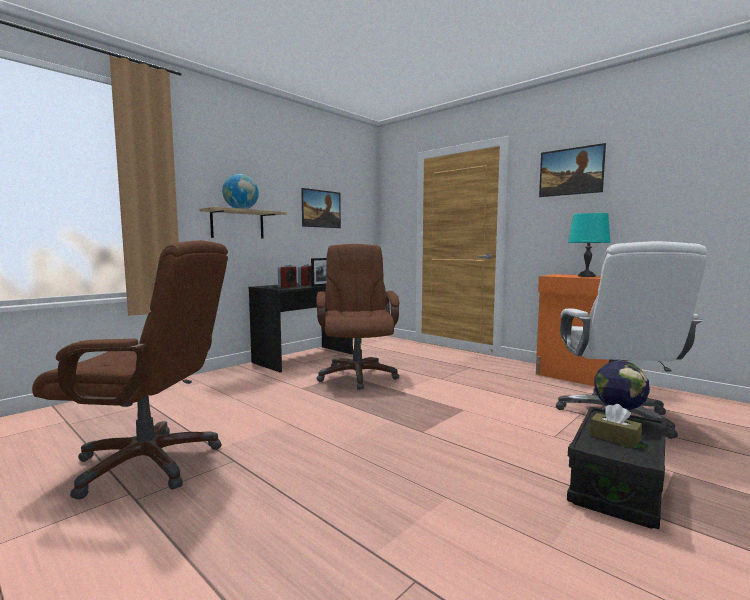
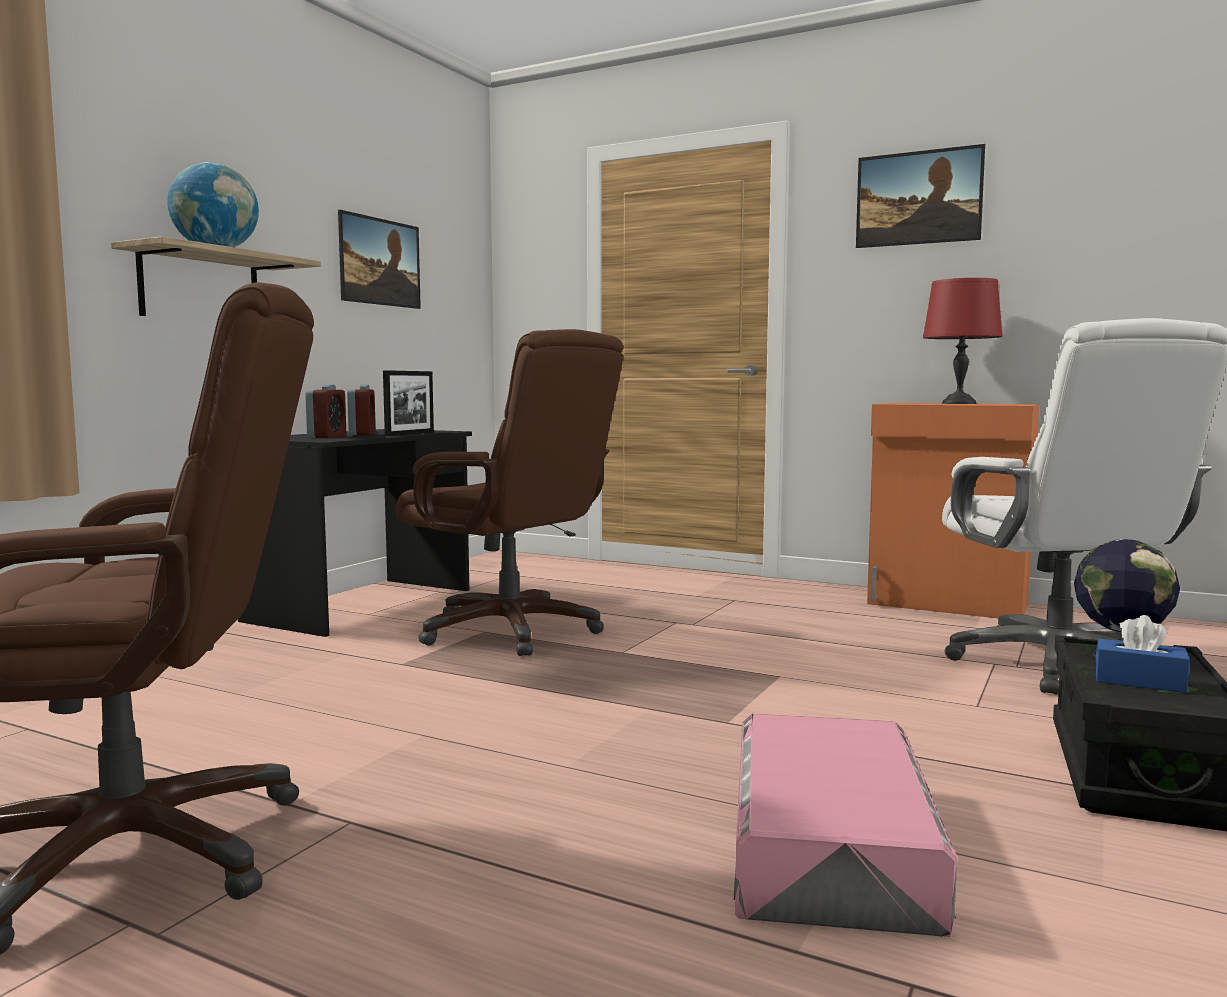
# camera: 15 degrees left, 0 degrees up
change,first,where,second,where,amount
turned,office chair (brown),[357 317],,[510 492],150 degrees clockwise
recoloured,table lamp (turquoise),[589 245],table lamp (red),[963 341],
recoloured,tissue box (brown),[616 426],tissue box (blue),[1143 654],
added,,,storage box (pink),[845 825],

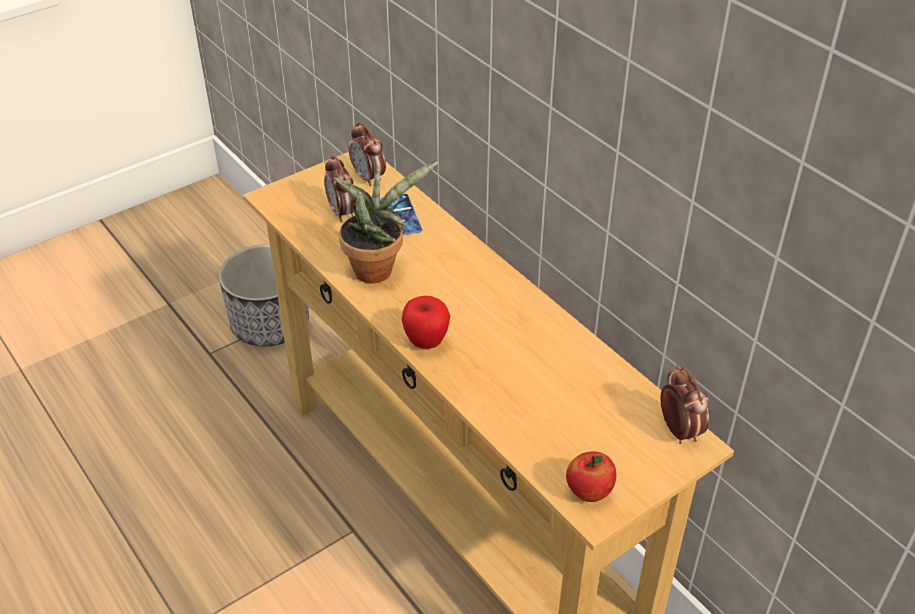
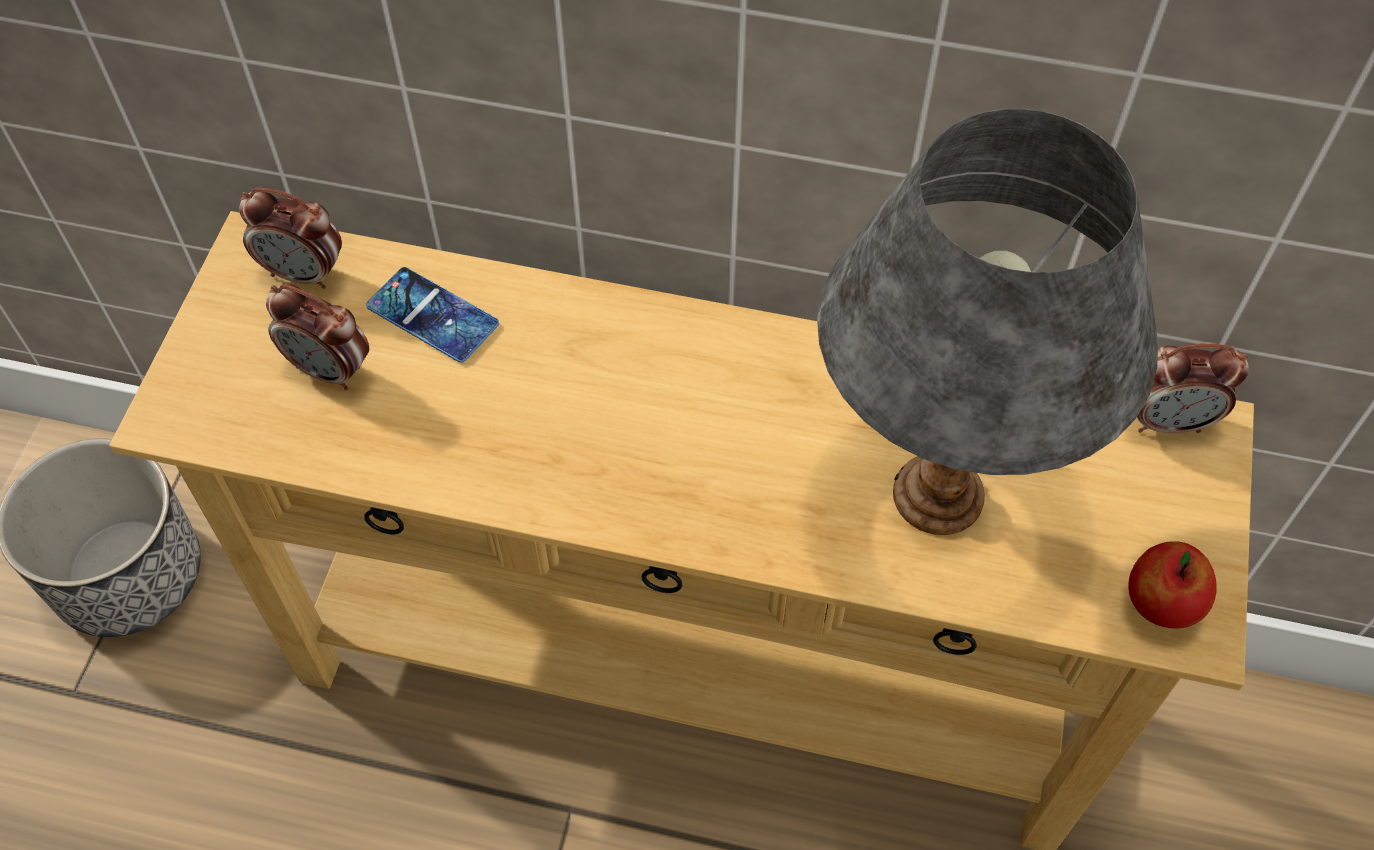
# camera: 40 degrees left, 15 degrees up
change,first,where,second,where,amount
removed,potted plant,[385 223],,,
removed,apple,[425 322],,,
turned,alarm clock,[685 404],,[1193 388],150 degrees clockwise
added,,,table lamp (grey),[987 321],

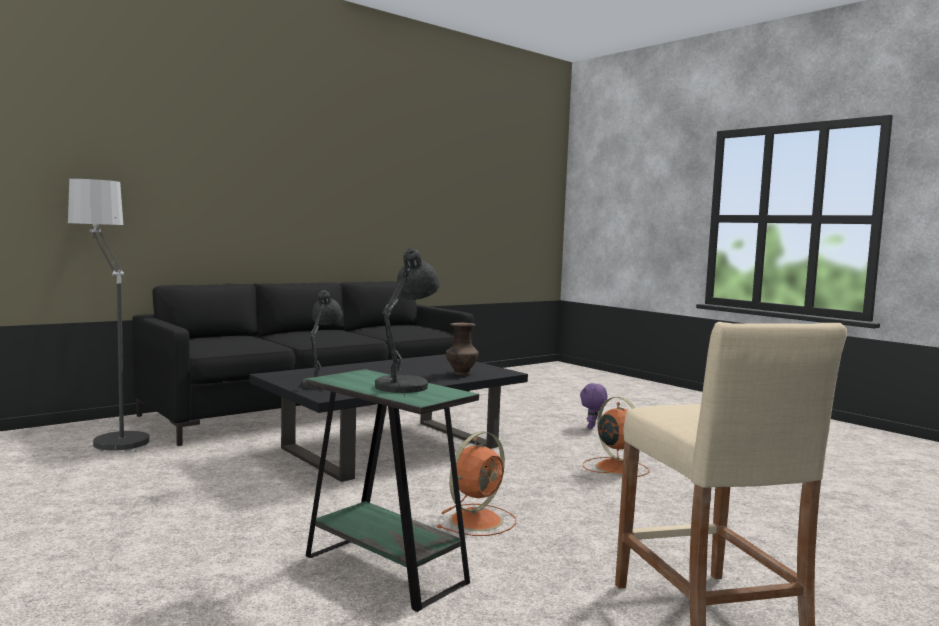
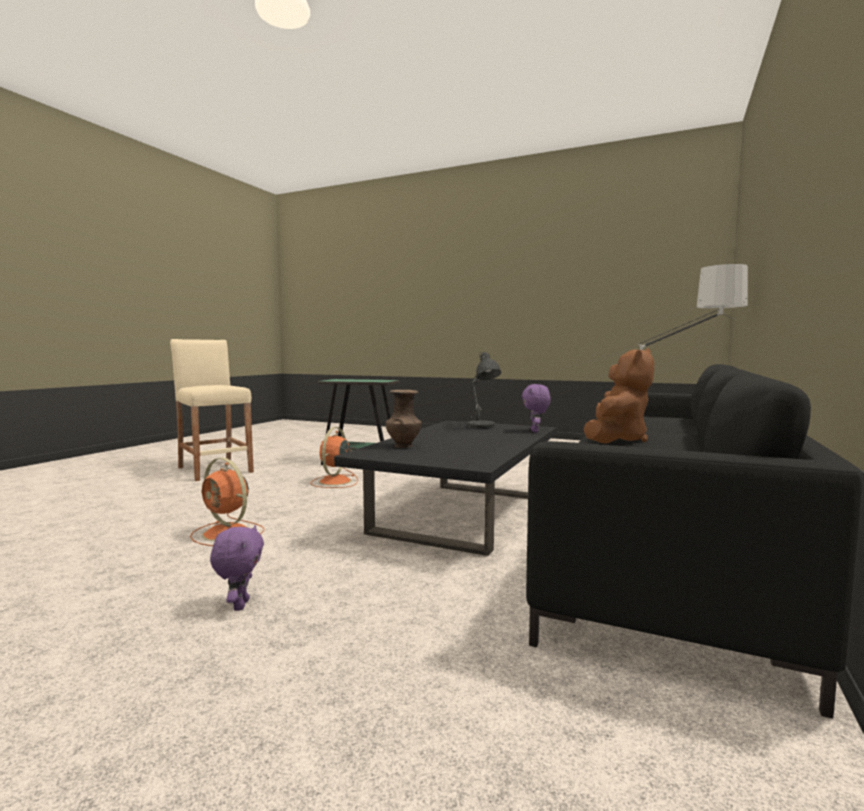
# camera: 155 degrees right, 0 degrees up
change,first,where,second,where,amount
removed,table lamp (grey),[407 323],,,
added,,,plush toy (purple),[536 408],
added,,,plush toy (brown),[618 395],

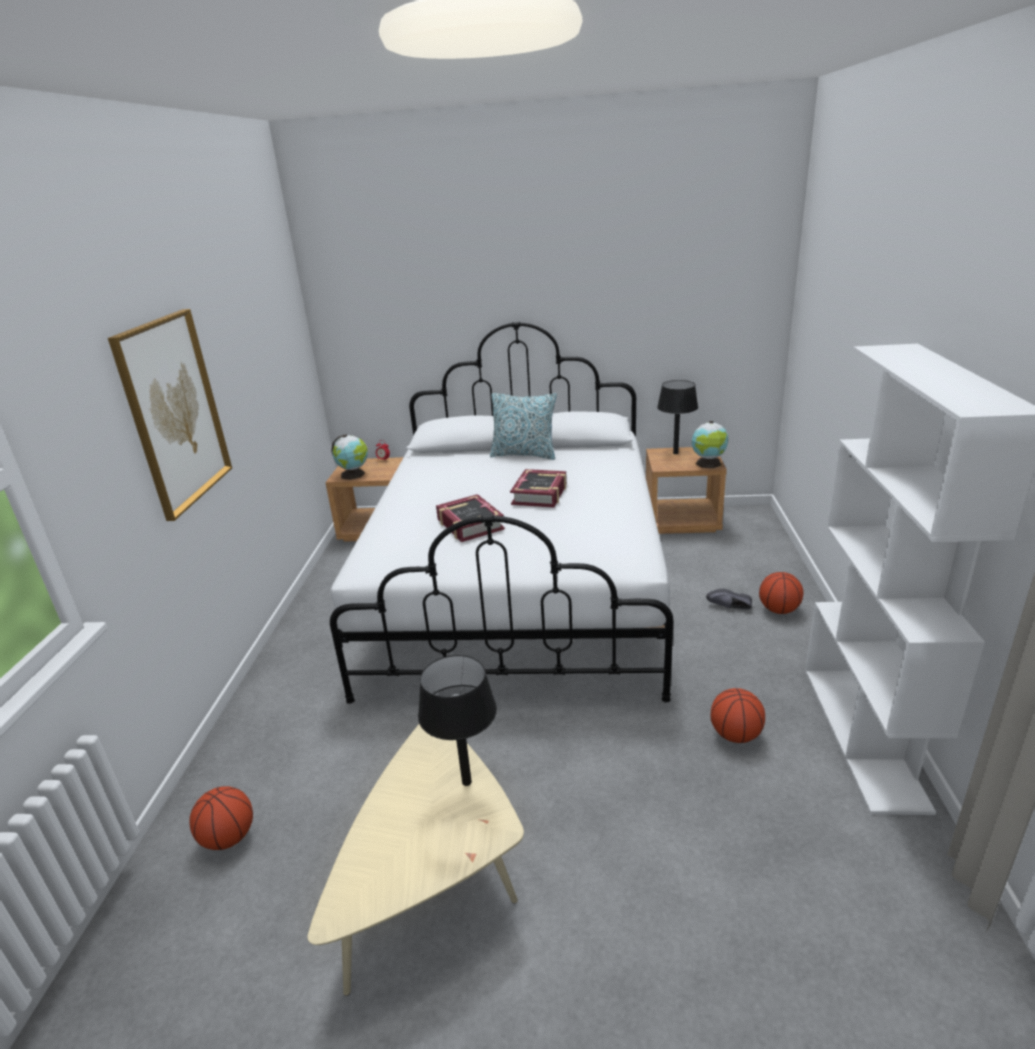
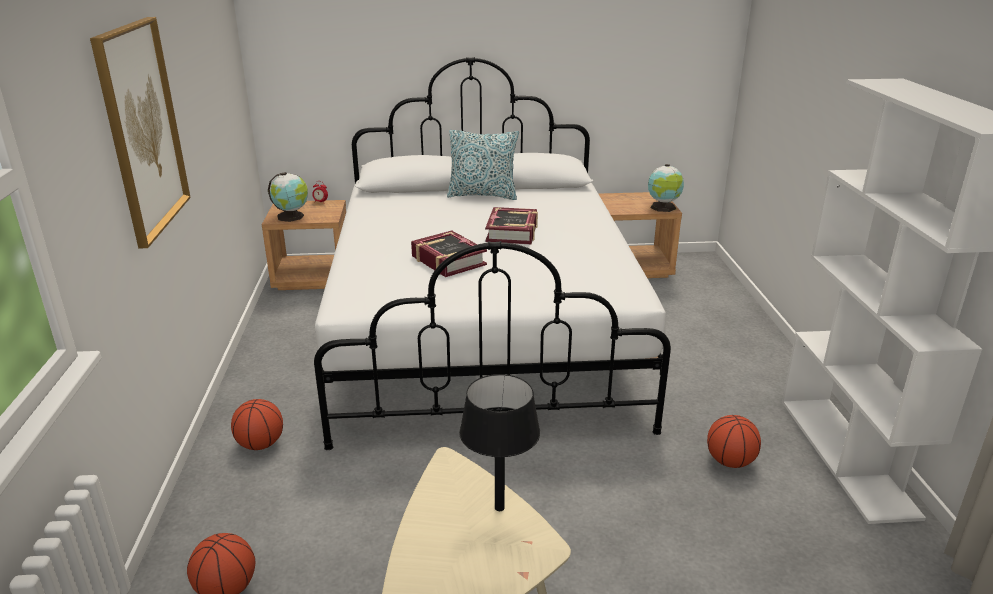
# camera: 10 degrees left, 0 degrees up
change,first,where,second,where,amount
removed,table lamp (black),[677 417],,,
removed,shoe (black),[729 598],,,
moved,basketball,[781 593],,[257 424],

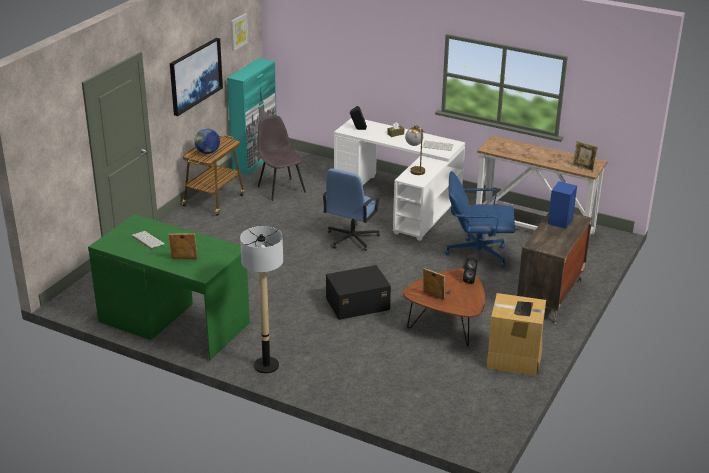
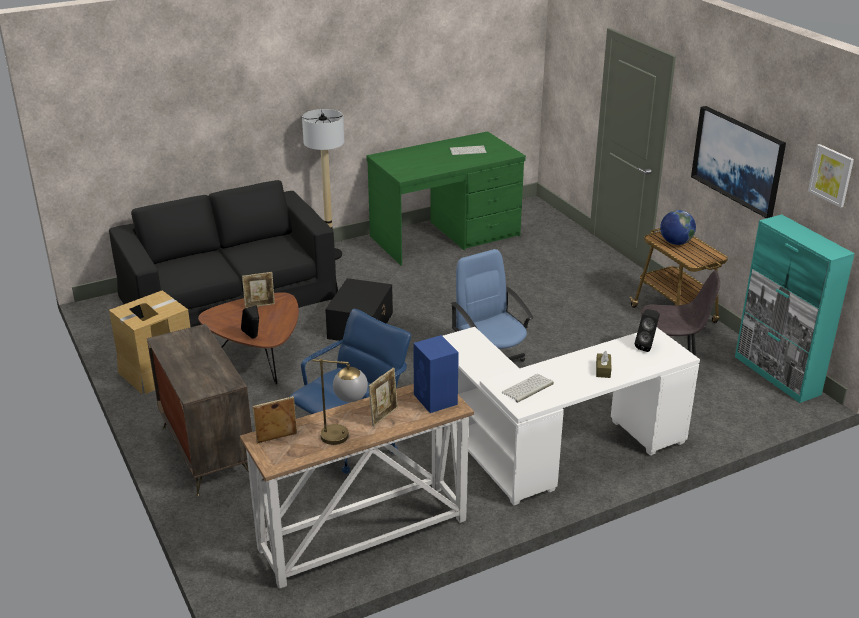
# camera: 125 degrees right, 0 degrees up
change,first,where,second,where,amount
moved,picture frame,[183 246],,[383 397],
moved,table lamp,[415 149],,[340 402],
moved,speaker (blue),[562 205],,[436 374],
added,,,sofa (black),[223 253],

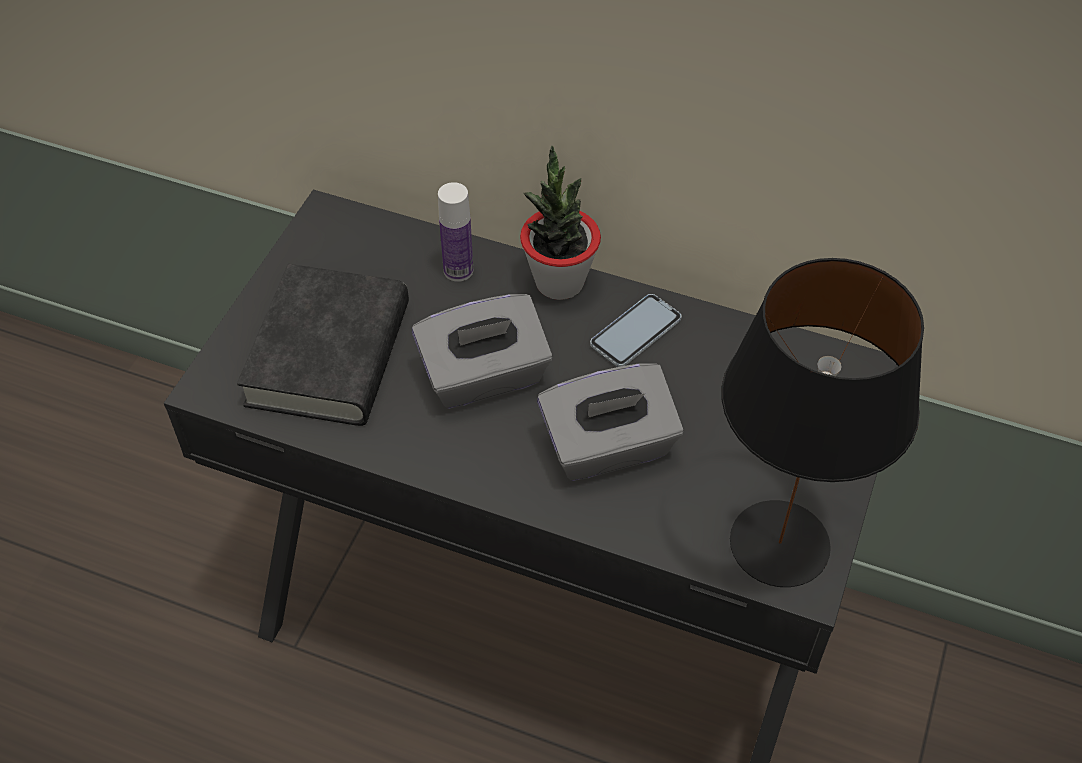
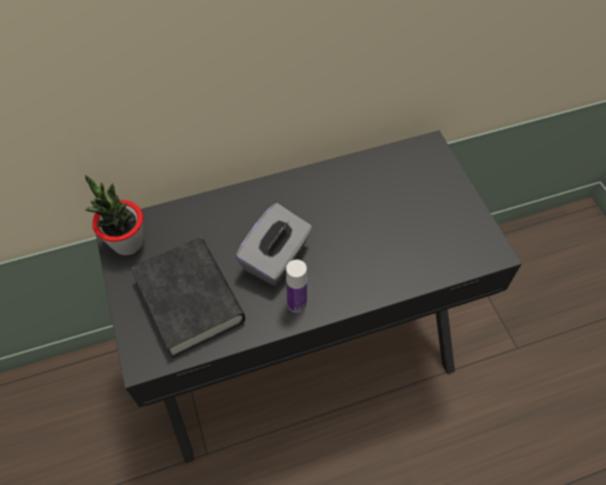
# camera: 40 degrees left, 5 degrees up
change,first,where,second,where,amount
moved,bottle,[455 232],,[296 286],
moved,potted plant,[560 223],,[114 215],
removed,tissue box (grey),[610 422],,,
removed,phone,[636 330],,,
removed,table lamp (black),[822 422],,,

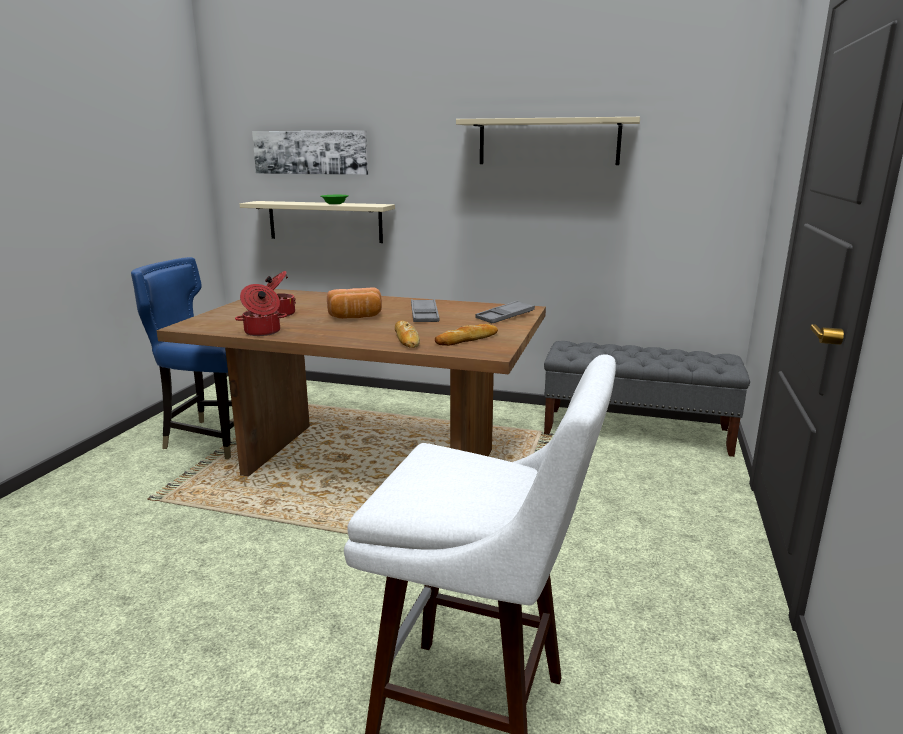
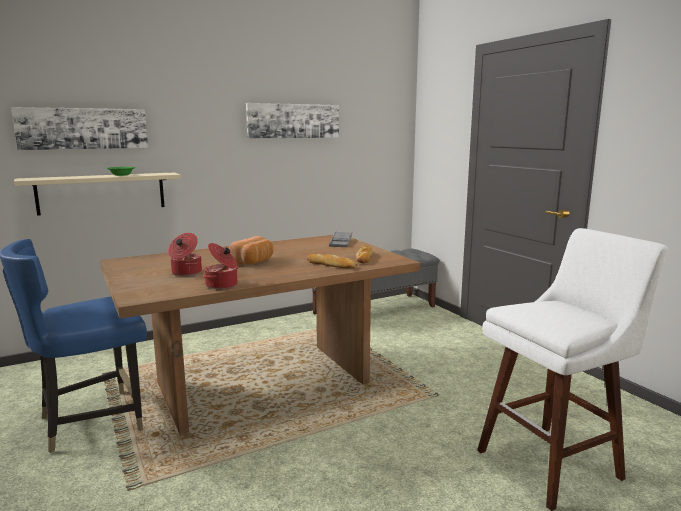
# camera: 45 degrees left, 5 degrees down
change,first,where,second,where,amount
removed,tray (grey),[425 310],,,
replaced,shelf (beige),[548 141],picture,[292 120],

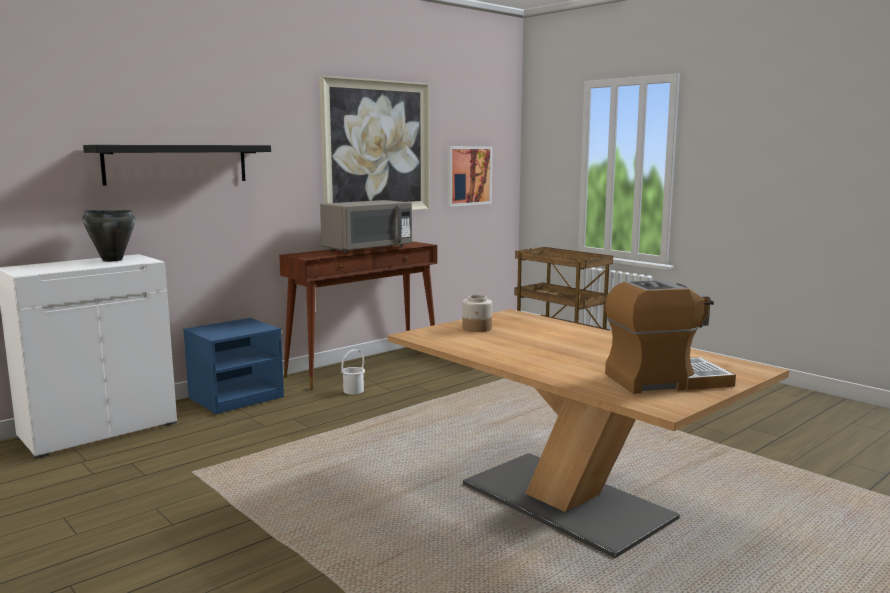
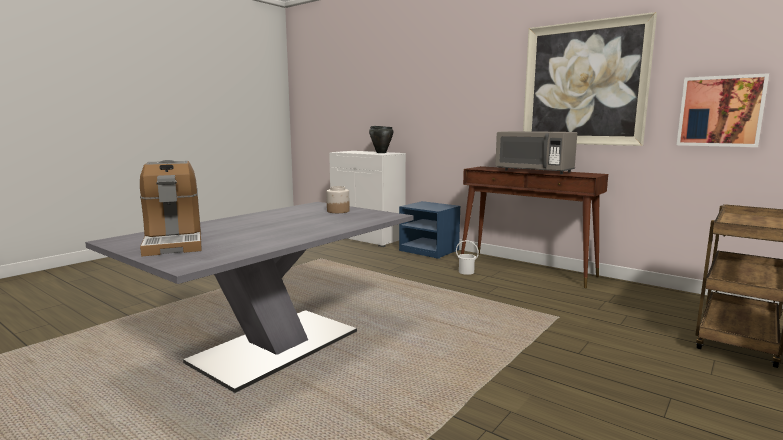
# camera: 80 degrees right, 0 degrees up
change,first,where,second,where,amount
removed,shelf (black),[177 165],,,
recoloured,dining table (brown),[588 433],dining table (grey),[249 297],

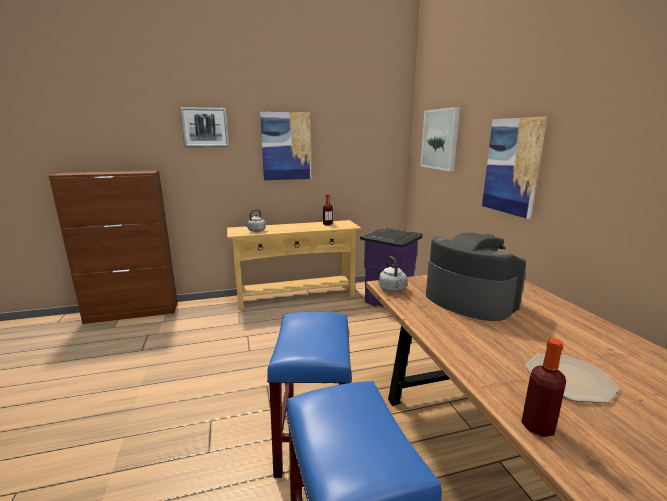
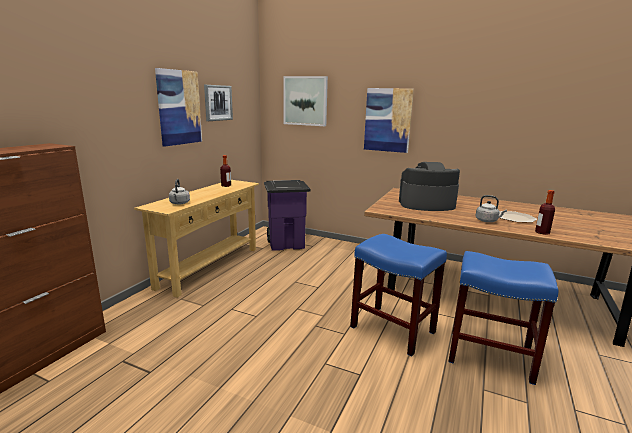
# camera: 50 degrees left, 0 degrees up
change,first,where,second,where,amount
moved,picture,[204 127],,[218 103],
moved,kettle (grey),[393 274],,[491 208],

